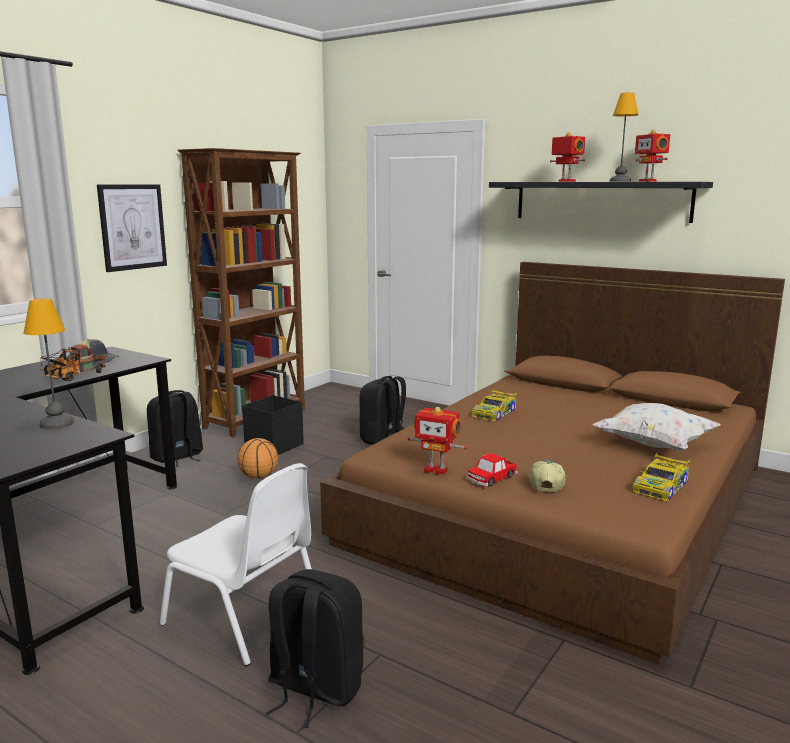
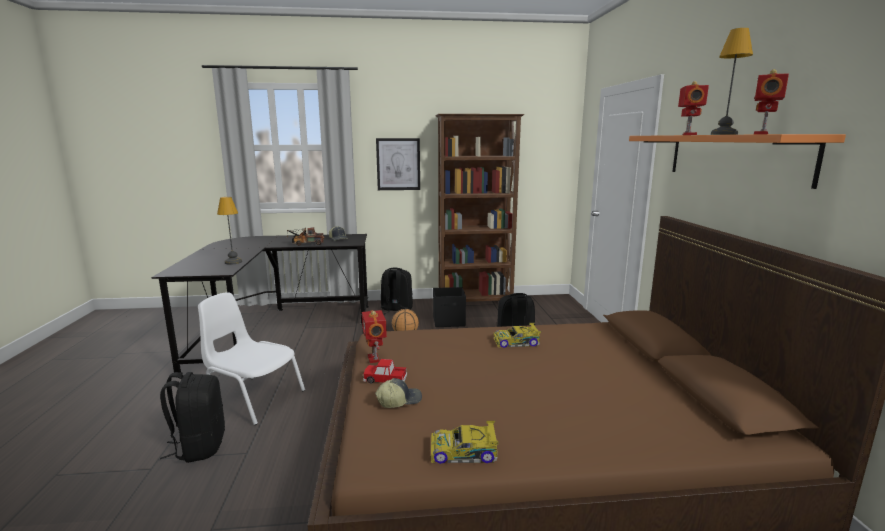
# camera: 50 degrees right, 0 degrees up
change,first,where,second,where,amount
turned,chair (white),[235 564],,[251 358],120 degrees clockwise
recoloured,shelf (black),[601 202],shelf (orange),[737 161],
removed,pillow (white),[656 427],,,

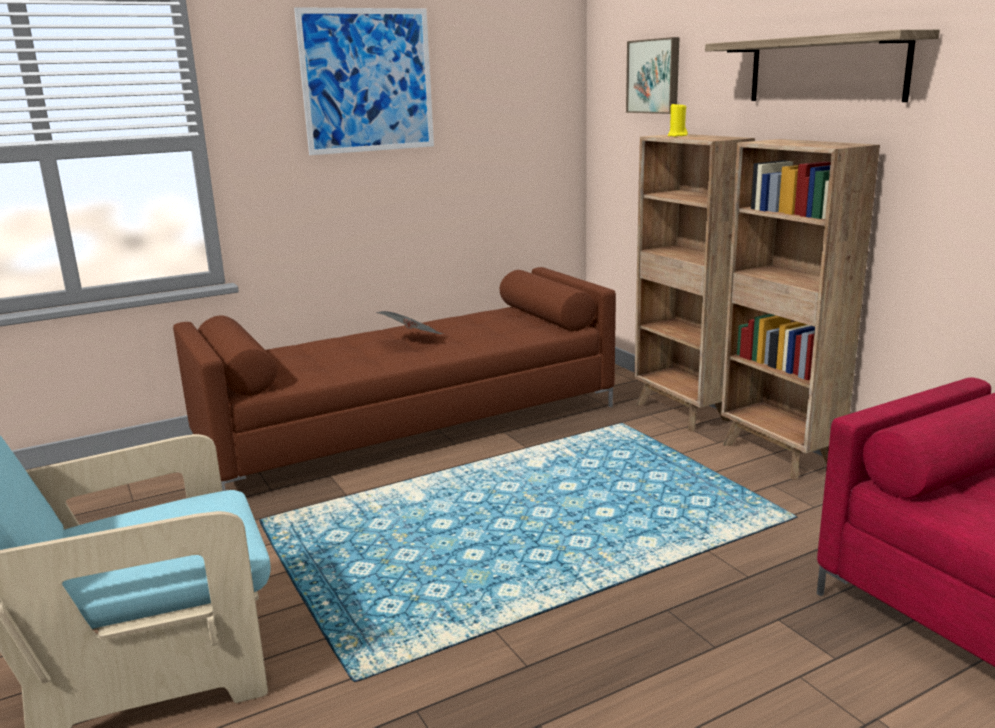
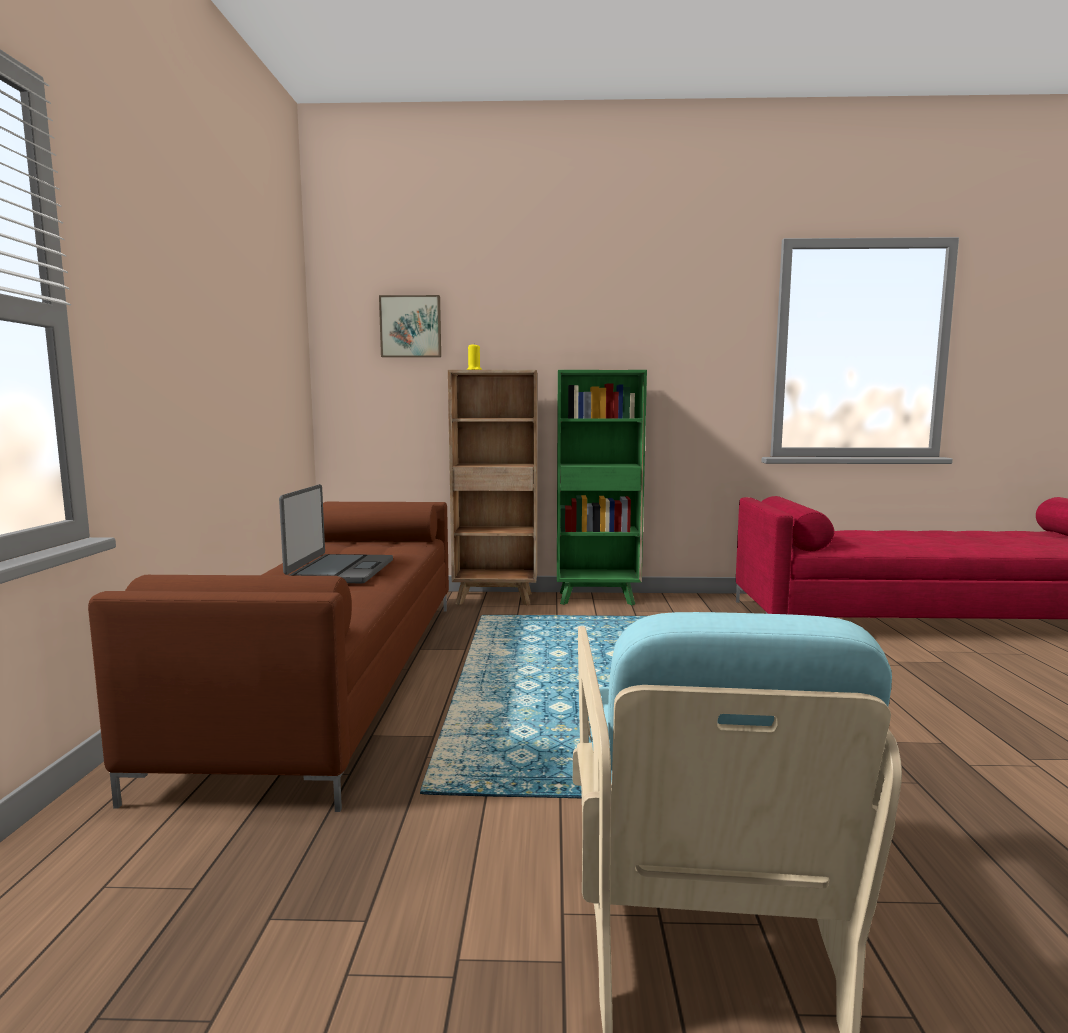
# camera: 60 degrees left, 10 degrees down
change,first,where,second,where,amount
removed,picture,[364 81],,,
replaced,newspaper,[410 322],laptop,[336 533],
removed,shelf,[822 65],,,
recoloured,bookcase (brown),[800 309],bookcase (green),[602 487],

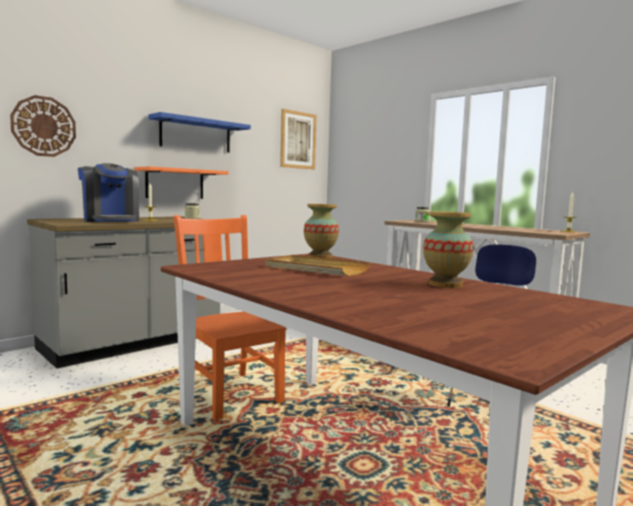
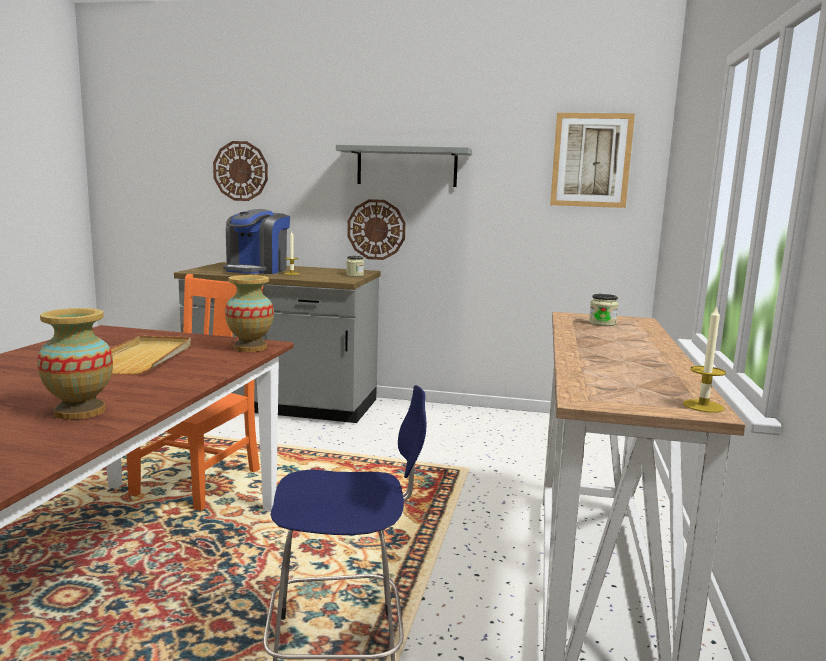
# camera: 55 degrees right, 5 degrees up
change,first,where,second,where,amount
replaced,shelf (orange),[181 182],wall clock,[376 229],
recoloured,shelf (blue),[199 132],shelf (grey),[404 166],

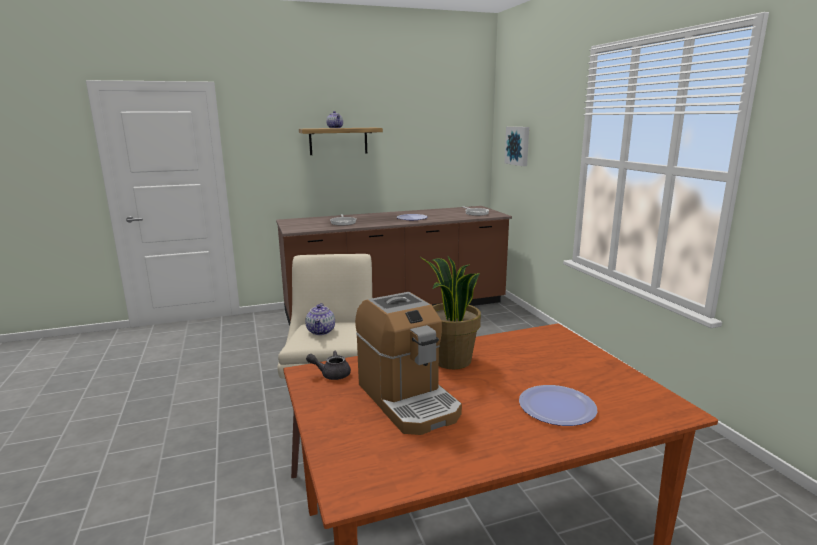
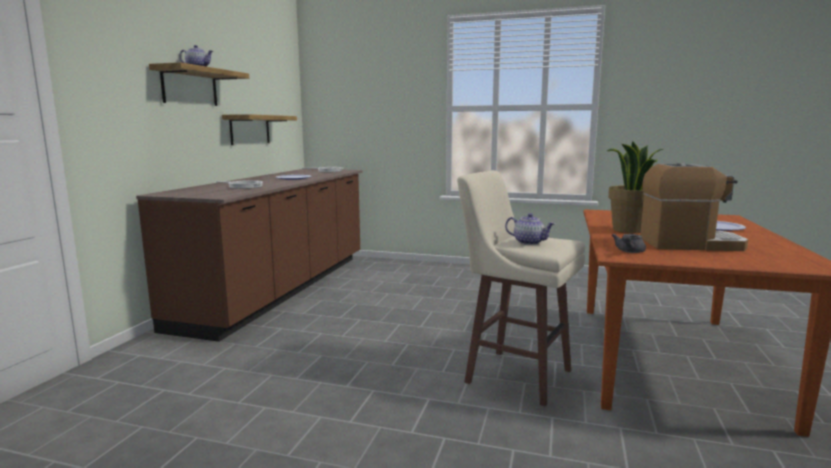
# camera: 55 degrees left, 5 degrees down
change,first,where,second,where,amount
removed,picture,[517 146],,,
added,,,shelf,[259 129],

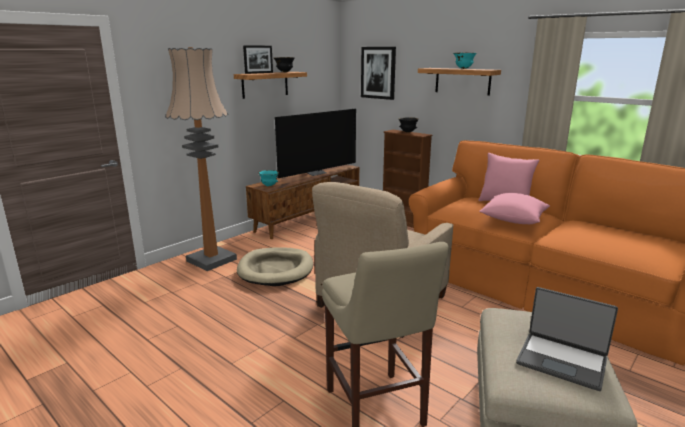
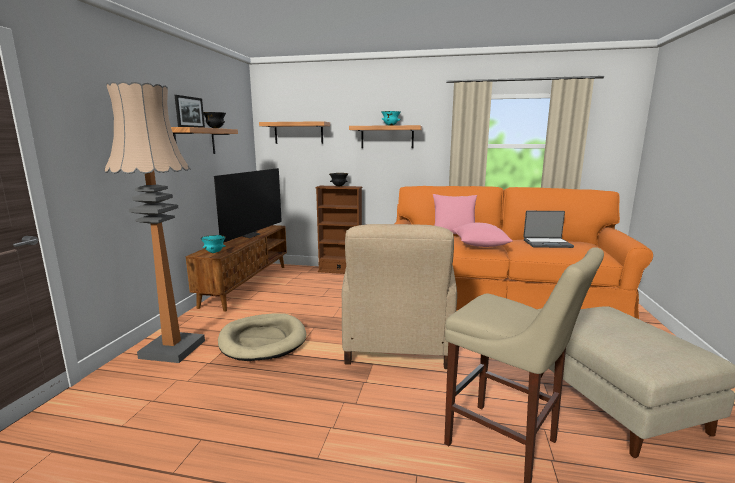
# camera: 30 degrees left, 5 degrees down
change,first,where,second,where,amount
replaced,picture,[378 73],shelf,[294 132],
moved,laptop,[567 339],,[548 229],

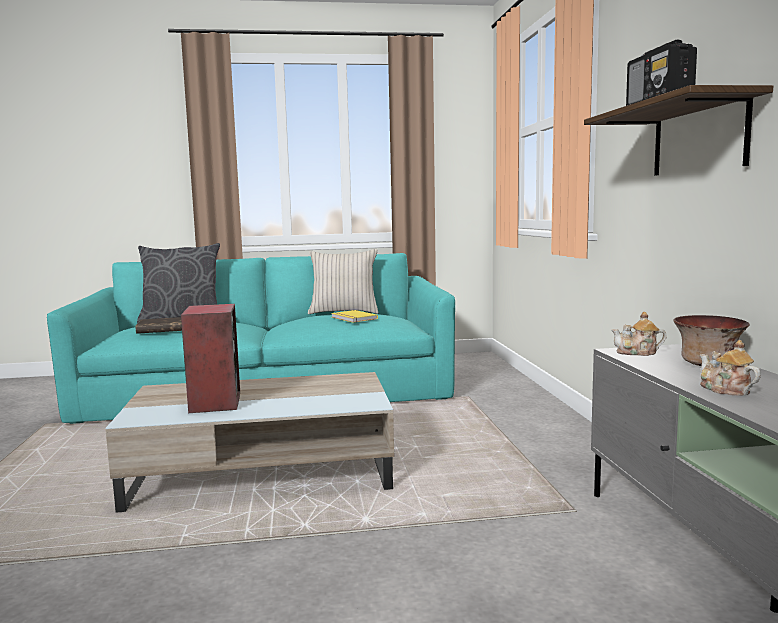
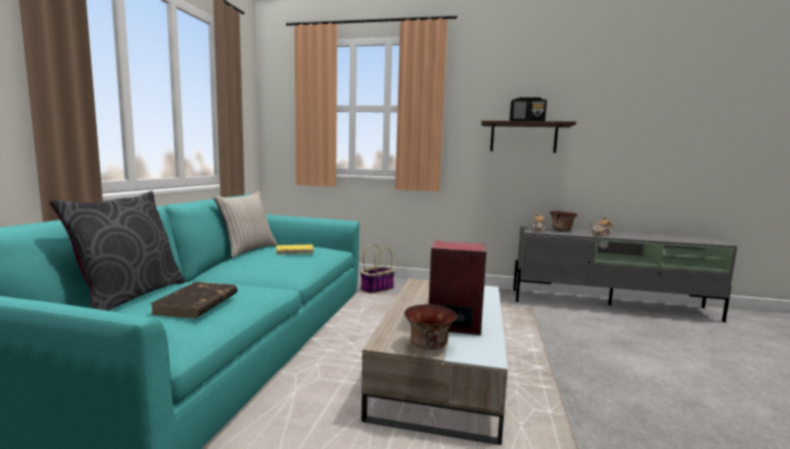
# camera: 70 degrees left, 0 degrees up
change,first,where,second,where,amount
added,,,basket,[377 268],
added,,,bowl,[430 327],

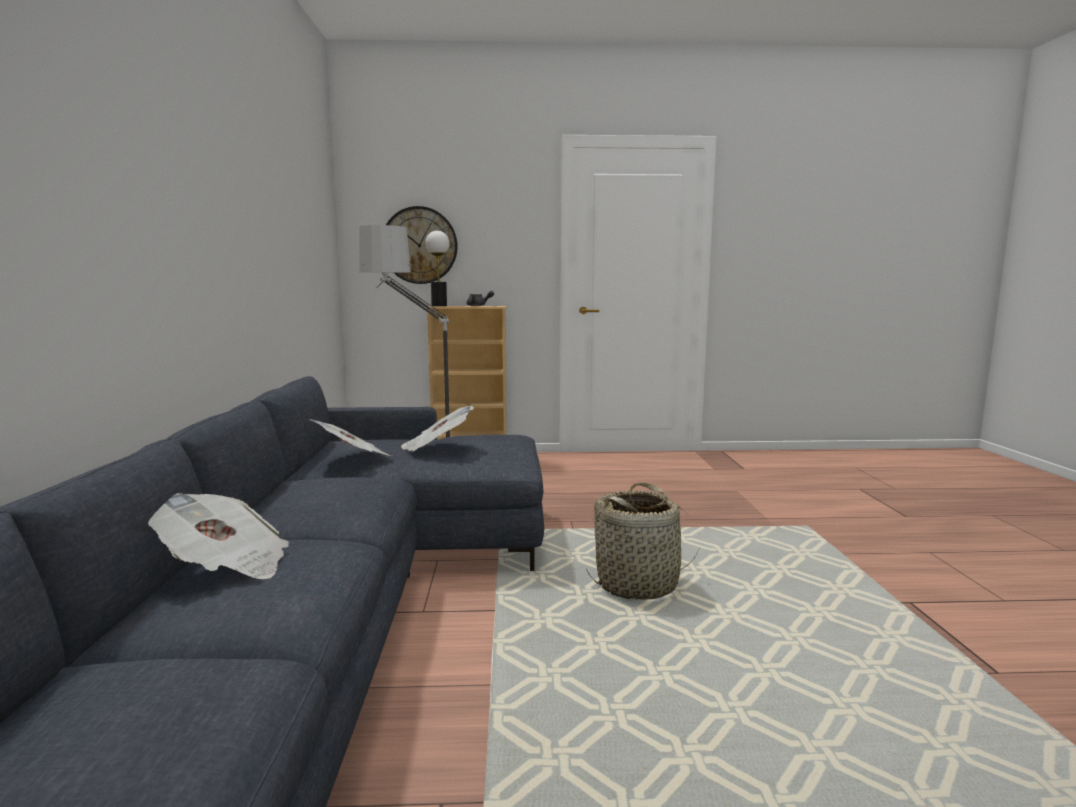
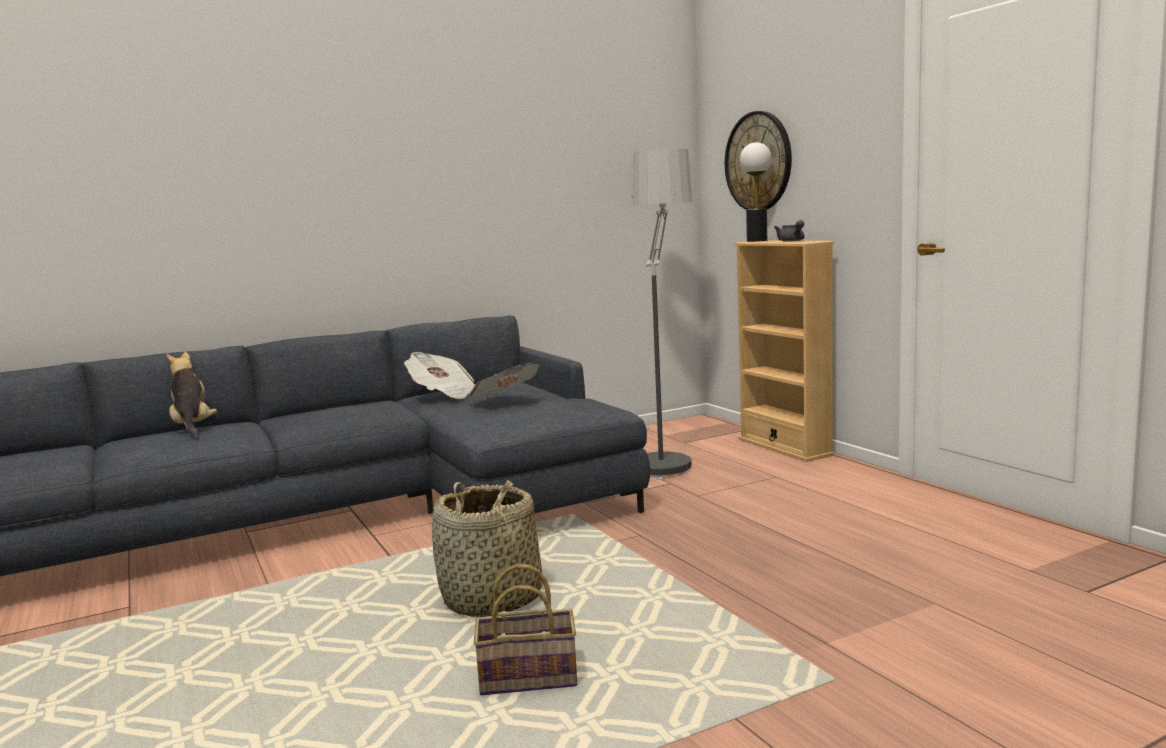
# camera: 65 degrees right, 0 degrees up
change,first,where,second,where,amount
replaced,newspaper,[218 536],plush toy,[191 395],
added,,,basket,[525 629],

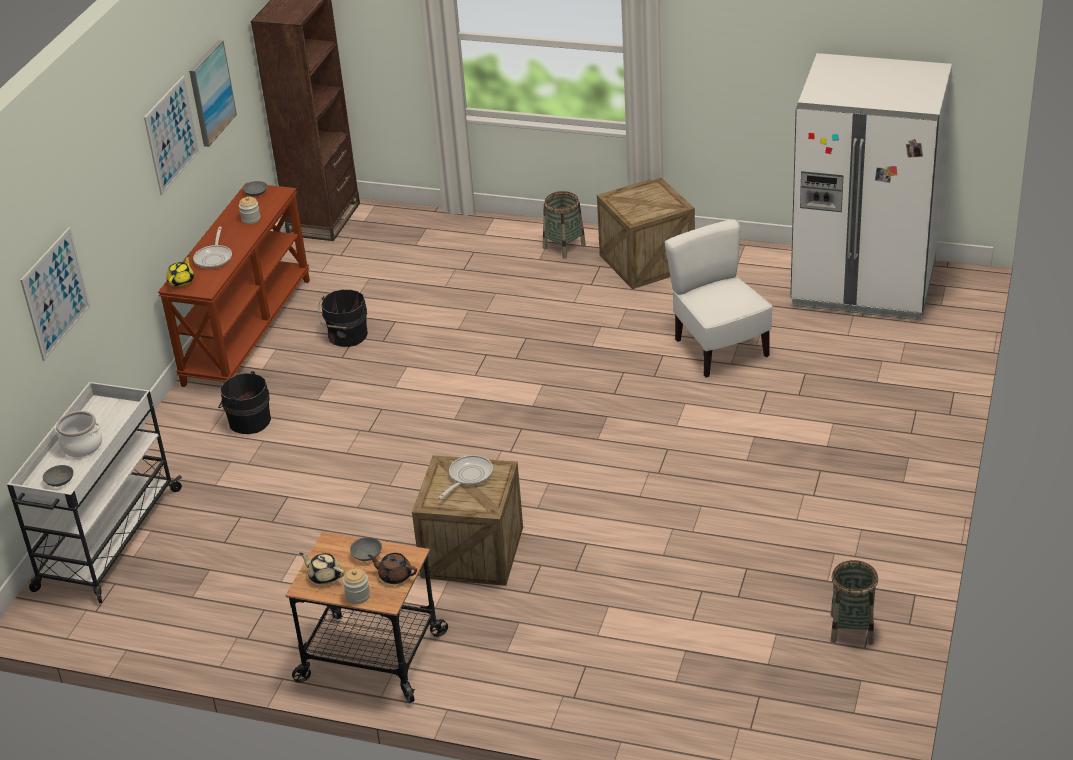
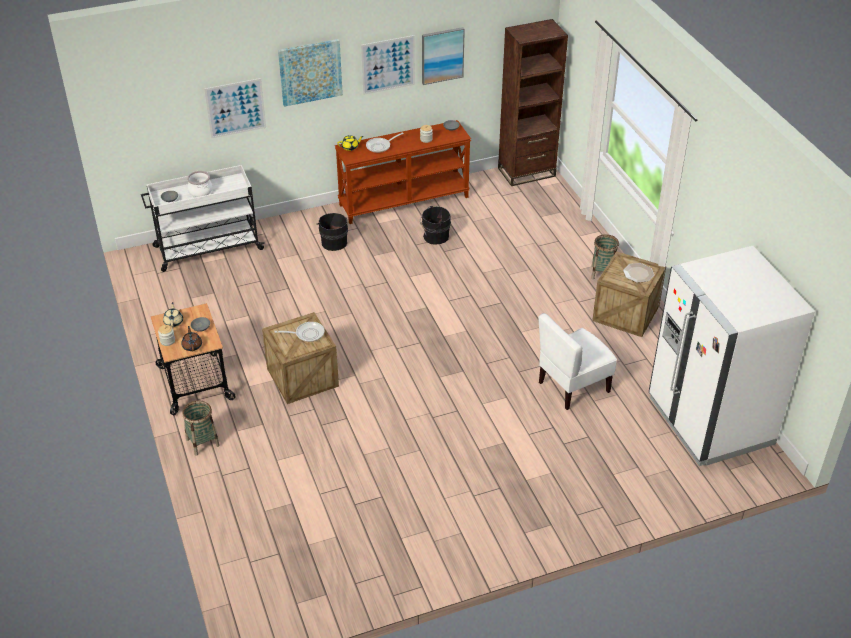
# camera: 50 degrees right, 5 degrees up
change,first,where,second,where,amount
turned,chair (white),[718 298],,[578 361],150 degrees counterclockwise
moved,basket,[854 602],,[201 427],
added,,,picture,[310 73],
added,,,plate,[638 273],

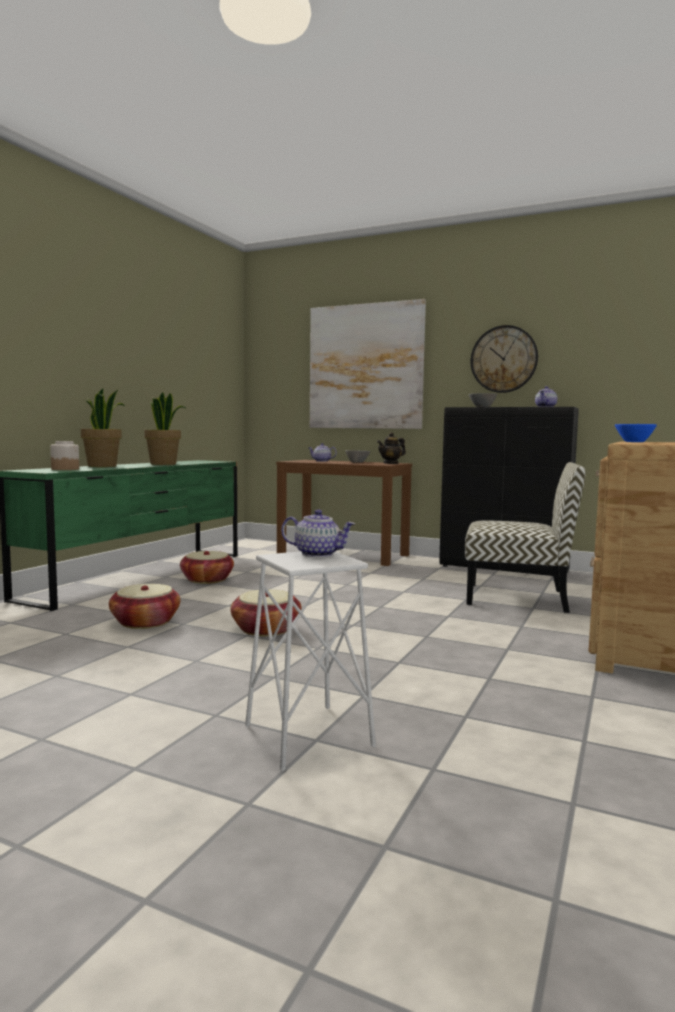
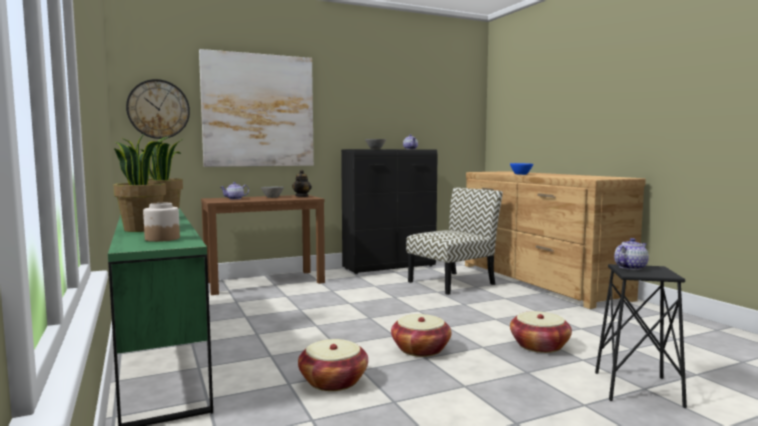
# camera: 50 degrees left, 0 degrees up
change,first,where,second,where,amount
moved,basket,[207 567],,[541 332],
recoloured,stool (white),[310 661],stool (black),[641 336],
moved,wall clock,[504 359],,[158 109],

